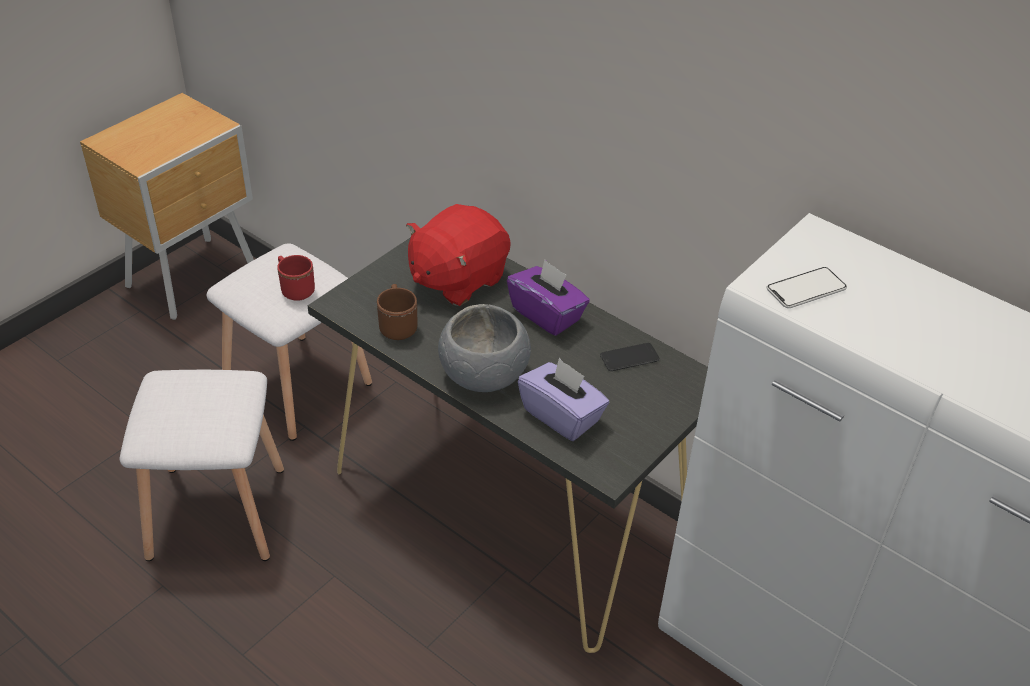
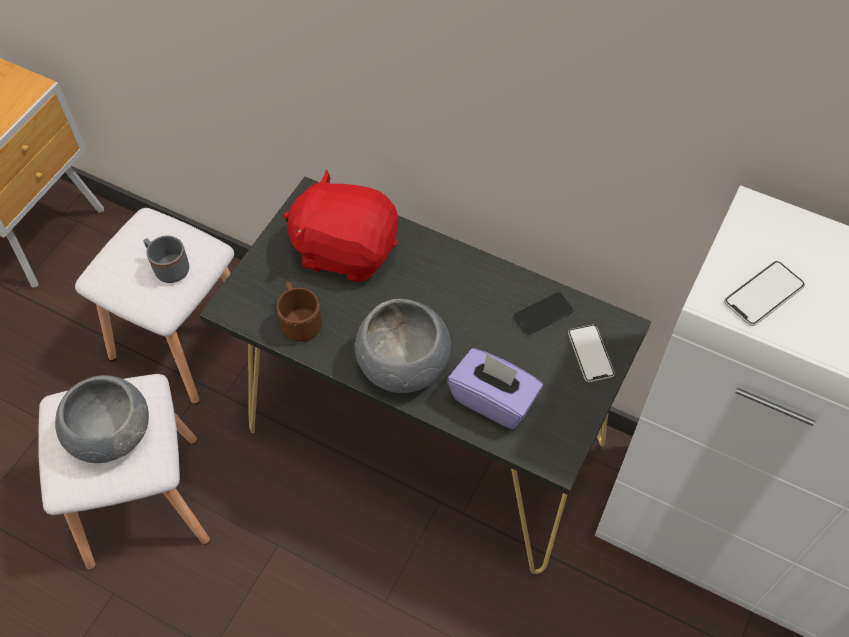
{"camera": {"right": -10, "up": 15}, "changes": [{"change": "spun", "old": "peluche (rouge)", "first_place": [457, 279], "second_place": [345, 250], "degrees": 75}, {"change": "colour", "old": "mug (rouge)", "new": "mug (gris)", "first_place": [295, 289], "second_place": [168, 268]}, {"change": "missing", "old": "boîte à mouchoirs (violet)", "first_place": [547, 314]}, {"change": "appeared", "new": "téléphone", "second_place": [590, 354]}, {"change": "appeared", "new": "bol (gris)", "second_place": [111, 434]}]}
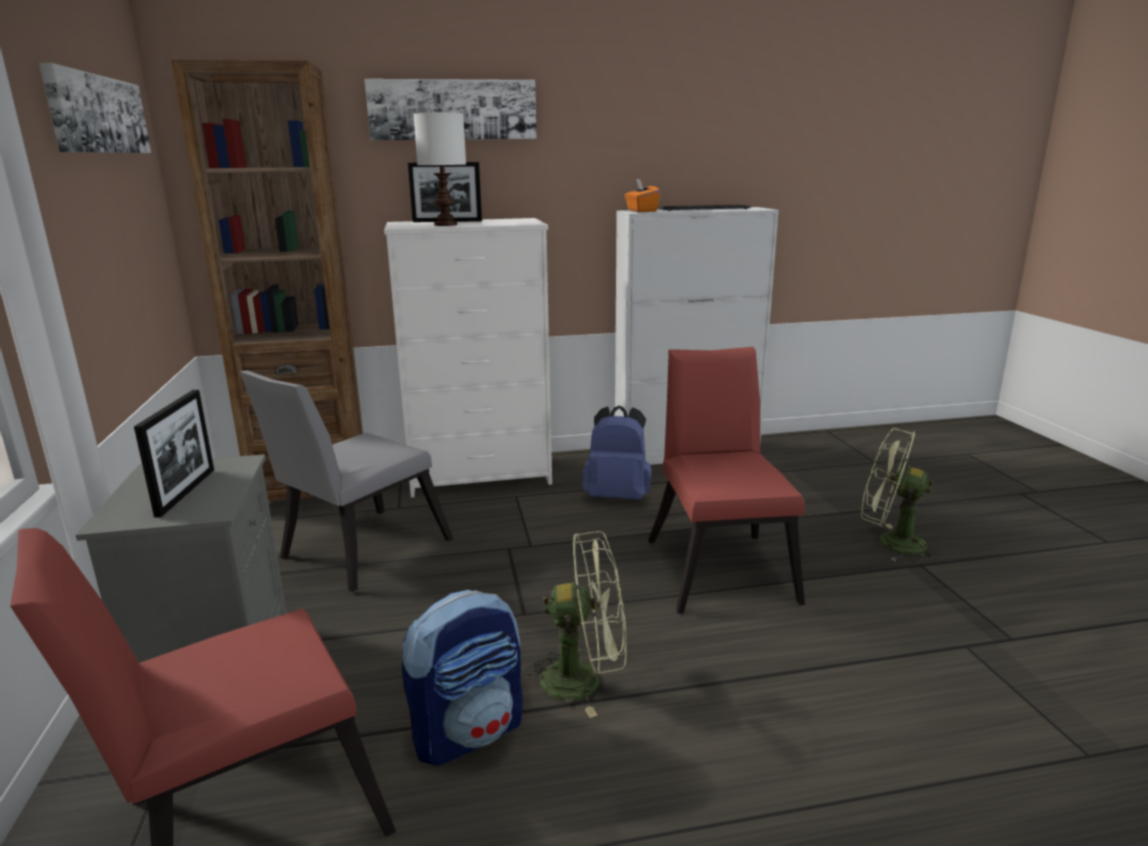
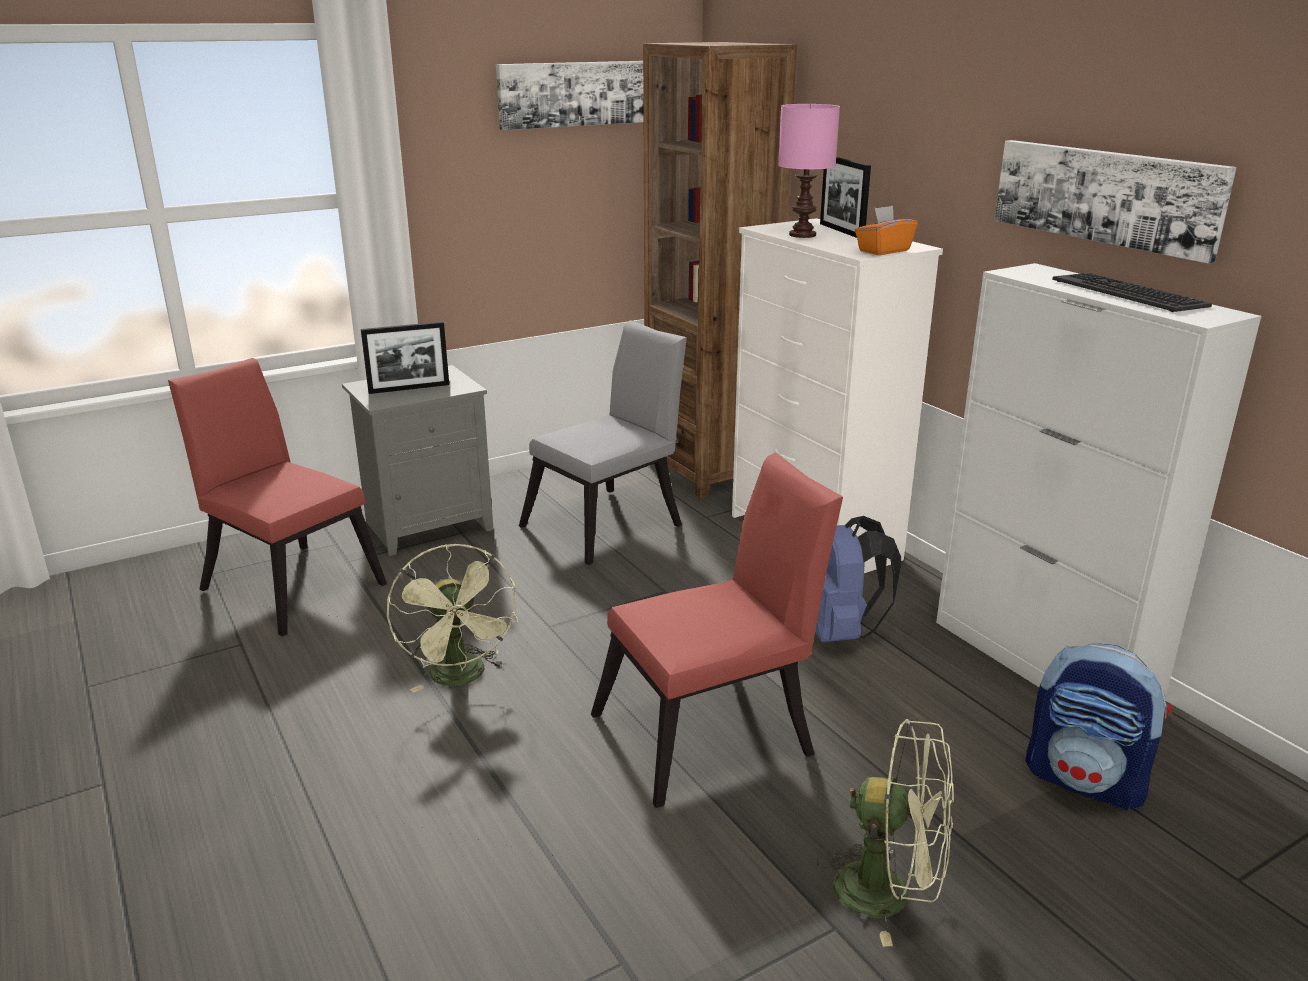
{"camera": {"right": 70, "up": 5}, "changes": [{"change": "relocated", "old": "tableau", "first_place": [452, 110], "second_place": [1106, 196]}, {"change": "colour", "old": "lampe de table (blanc)", "new": "lampe de table (rose)", "first_place": [445, 224], "second_place": [803, 235]}, {"change": "relocated", "old": "boîte à mouchoirs (orange)", "first_place": [641, 211], "second_place": [883, 251]}, {"change": "spun", "old": "chaise (gris)", "first_place": [357, 552], "second_place": [610, 523], "degrees": 120}, {"change": "spun", "old": "ventilateur (vert)", "first_place": [890, 543], "second_place": [889, 893], "degrees": 105}, {"change": "relocated", "old": "sac à dos", "first_place": [469, 732], "second_place": [1086, 781]}]}
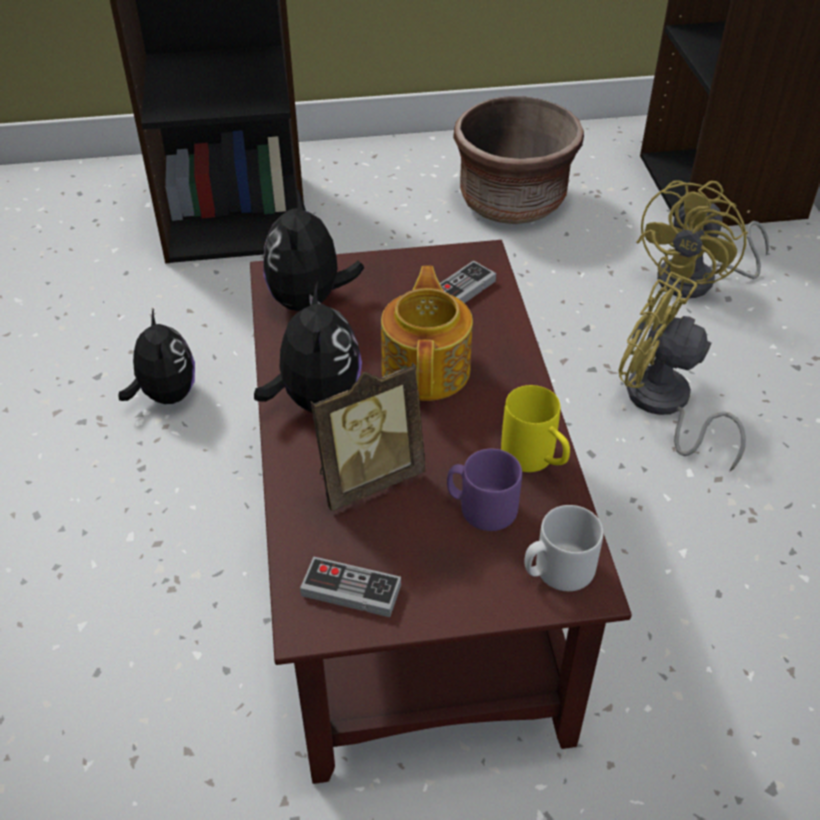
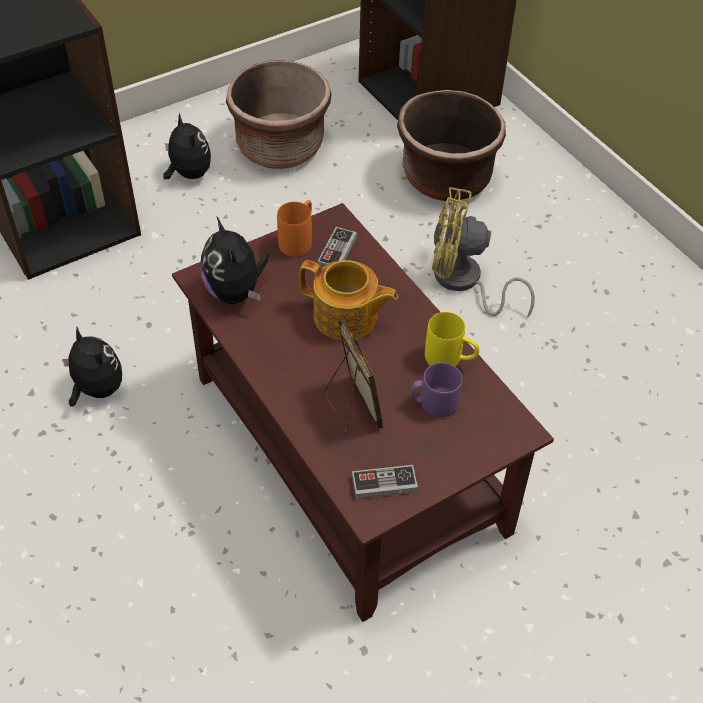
{"camera": {"right": -25, "up": 5}, "changes": [{"change": "exchanged", "old": "ventilateur (jaune)", "new": "cache-pot (marron)", "first_place": [697, 281], "second_place": [445, 177]}, {"change": "spun", "old": "théière", "first_place": [427, 368], "second_place": [346, 317], "degrees": 135}, {"change": "relocated", "old": "peluche", "first_place": [316, 400], "second_place": [188, 174]}, {"change": "spun", "old": "cadre photo", "first_place": [367, 478], "second_place": [351, 408], "degrees": -60}, {"change": "missing", "old": "mug (gris)", "first_place": [557, 570]}, {"change": "appeared", "new": "mug (orange)", "second_place": [299, 240]}]}
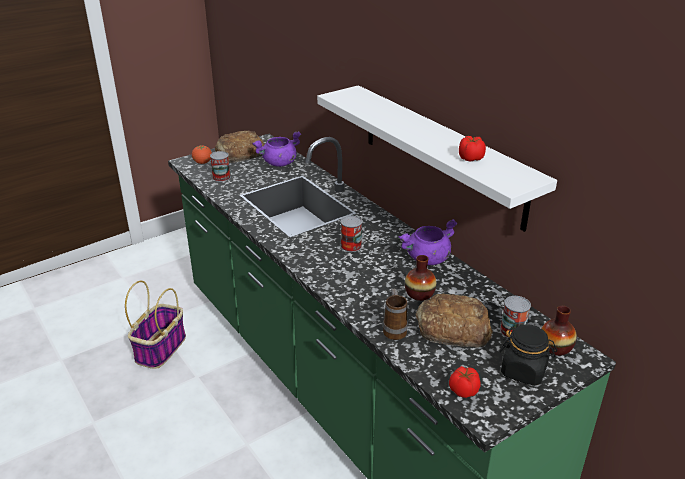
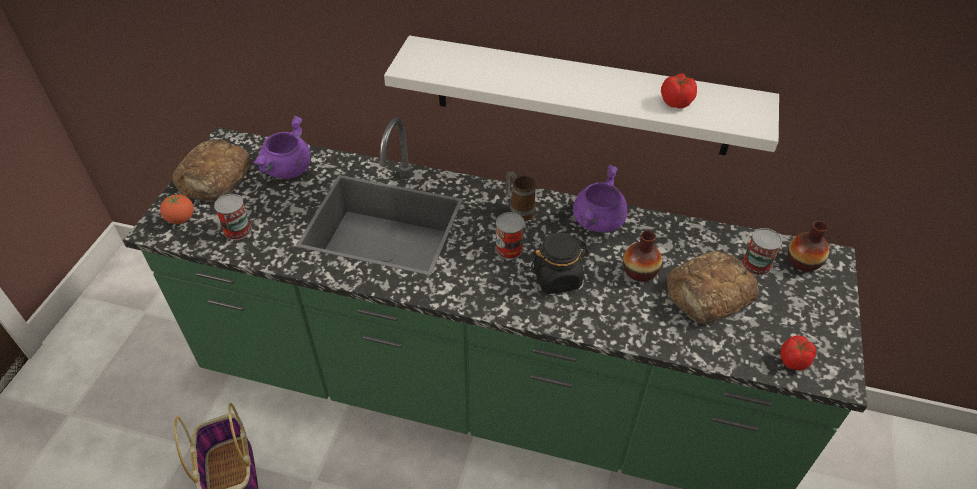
{"camera": {"right": -40, "up": 15}, "changes": [{"change": "relocated", "old": "mug", "first_place": [394, 329], "second_place": [518, 210]}, {"change": "relocated", "old": "bocal (noir)", "first_place": [524, 371], "second_place": [557, 278]}]}
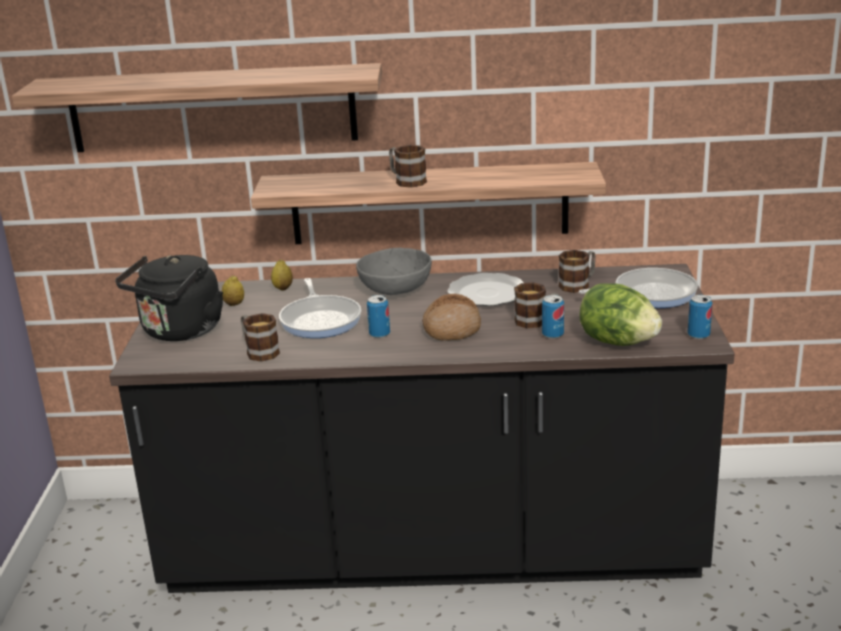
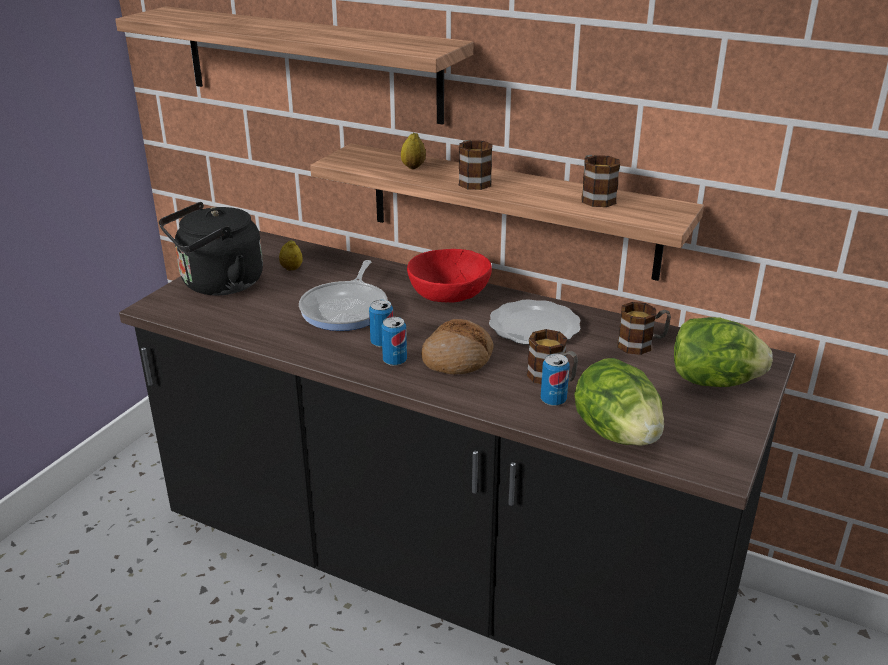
{"camera": {"right": 25, "up": 5}, "changes": [{"change": "colour", "old": "bol (gris)", "new": "bol (rouge)", "first_place": [395, 289], "second_place": [448, 294]}, {"change": "relocated", "old": "citron", "first_place": [283, 288], "second_place": [413, 167]}, {"change": "exchanged", "old": "poêle", "new": "laitue", "first_place": [650, 294], "second_place": [713, 381]}, {"change": "relocated", "old": "boîte métallique", "first_place": [698, 335], "second_place": [394, 361]}, {"change": "relocated", "old": "mug", "first_place": [259, 351], "second_place": [595, 197]}]}
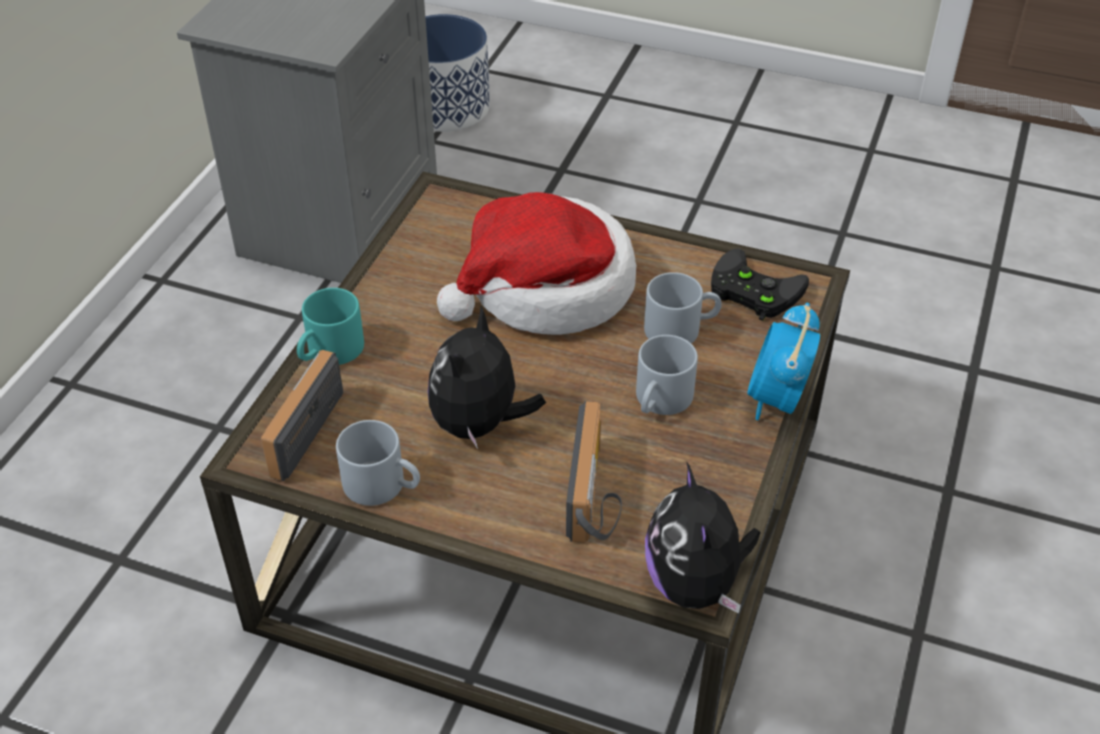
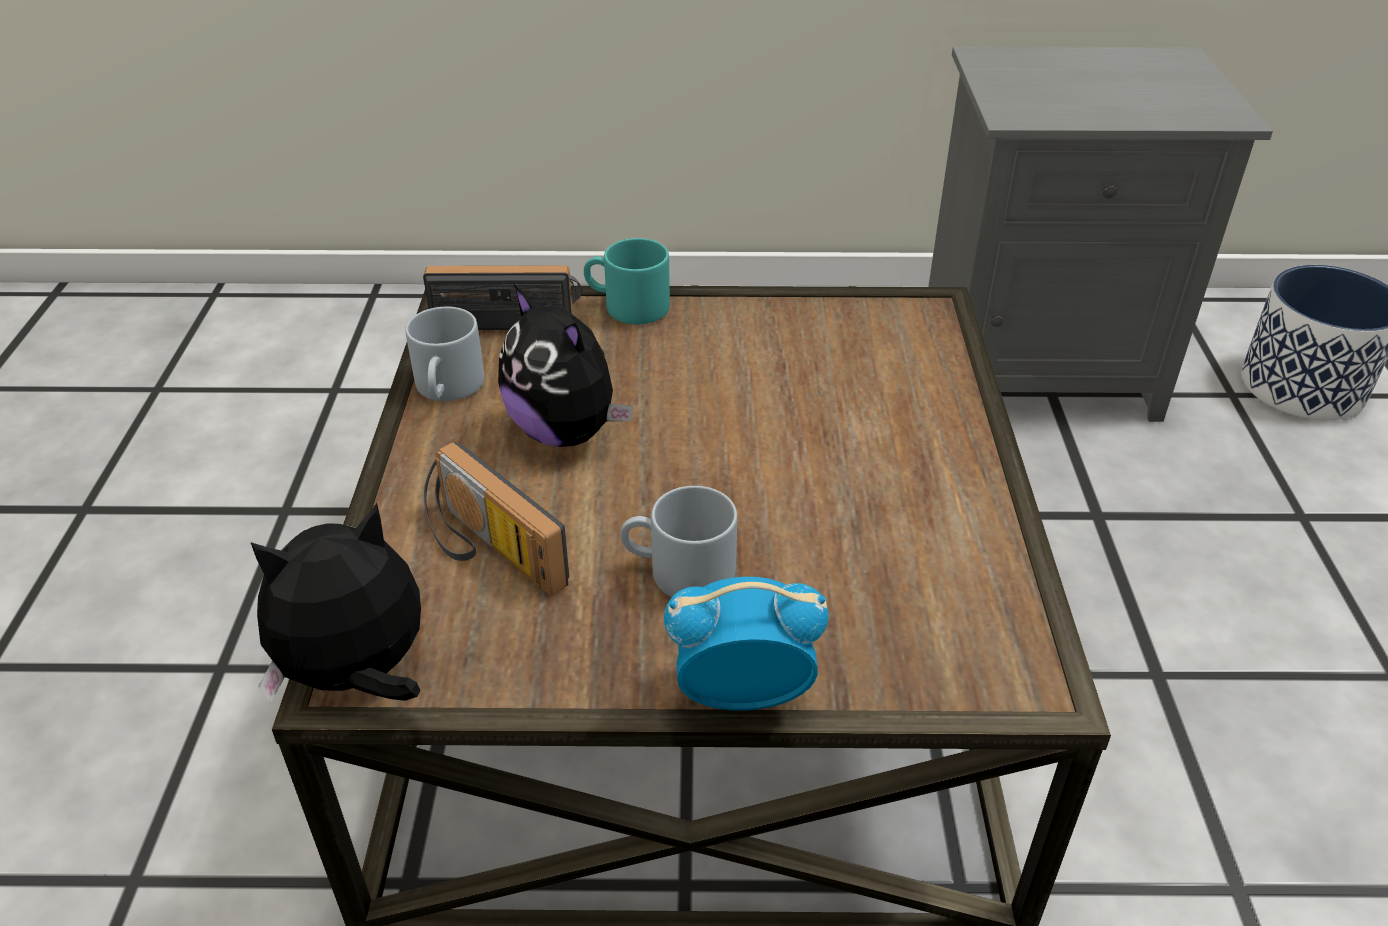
{"camera": {"right": 70, "up": -5}, "changes": [{"change": "missing", "old": "chapeau", "first_place": [546, 289]}, {"change": "missing", "old": "manette (noir)", "first_place": [750, 290]}, {"change": "missing", "old": "mug (gris)", "first_place": [681, 328]}, {"change": "spun", "old": "peluche", "first_place": [480, 425], "second_place": [567, 431], "degrees": -135}, {"change": "spun", "old": "radio", "first_place": [597, 495], "second_place": [487, 550], "degrees": 60}]}
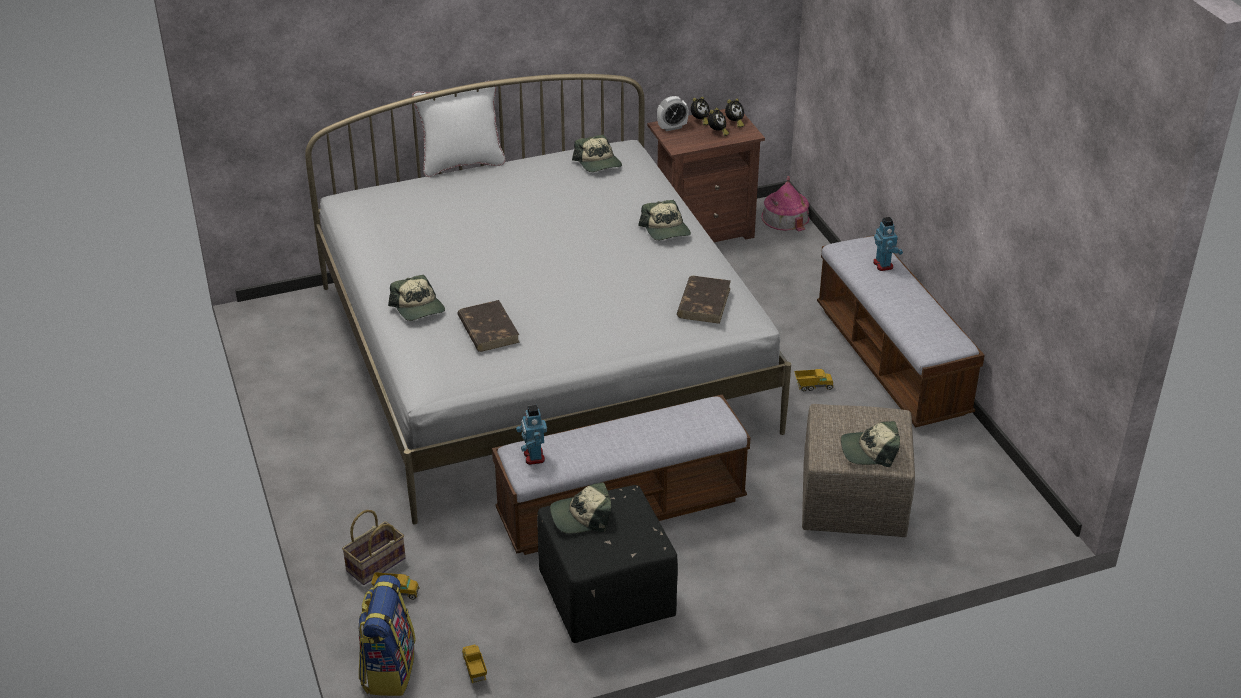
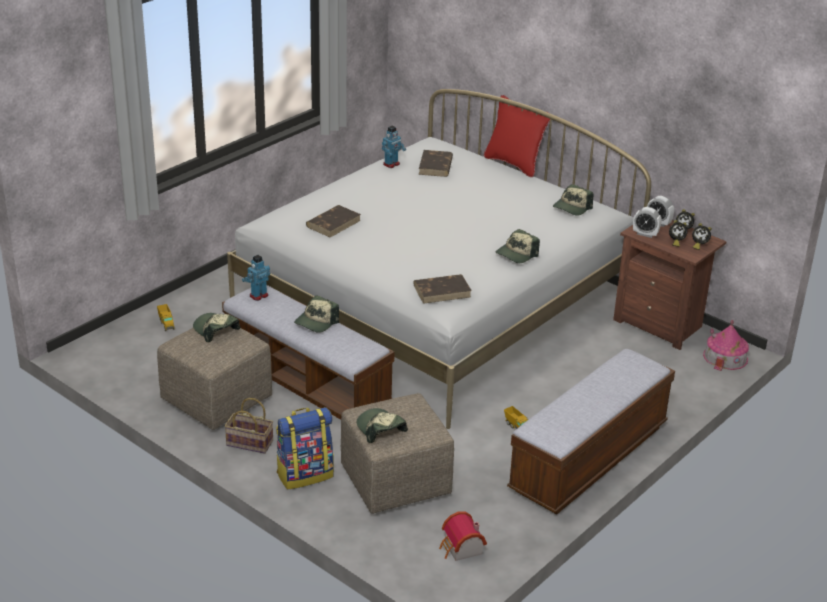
{"camera": {"right": 60, "up": -5}, "changes": [{"change": "colour", "old": "coussin (blanc)", "new": "coussin (rouge)", "first_place": [461, 164], "second_place": [514, 164]}, {"change": "relocated", "old": "robot jouet", "first_place": [883, 265], "second_place": [391, 164]}, {"change": "relocated", "old": "casquette", "first_place": [418, 308], "second_place": [316, 322]}, {"change": "colour", "old": "pouf (noir)", "new": "pouf (beige)", "first_place": [608, 598], "second_place": [216, 401]}, {"change": "relocated", "old": "panier", "first_place": [375, 566], "second_place": [248, 443]}, {"change": "relocated", "old": "sac à dos", "first_place": [388, 669], "second_place": [305, 474]}, {"change": "missing", "old": "camion jouet", "first_place": [474, 670]}, {"change": "appeared", "new": "livre (marron)", "second_place": [435, 166]}, {"change": "appeared", "new": "réveil", "second_place": [645, 234]}, {"change": "appeared", "new": "maison miniature", "second_place": [461, 549]}]}
